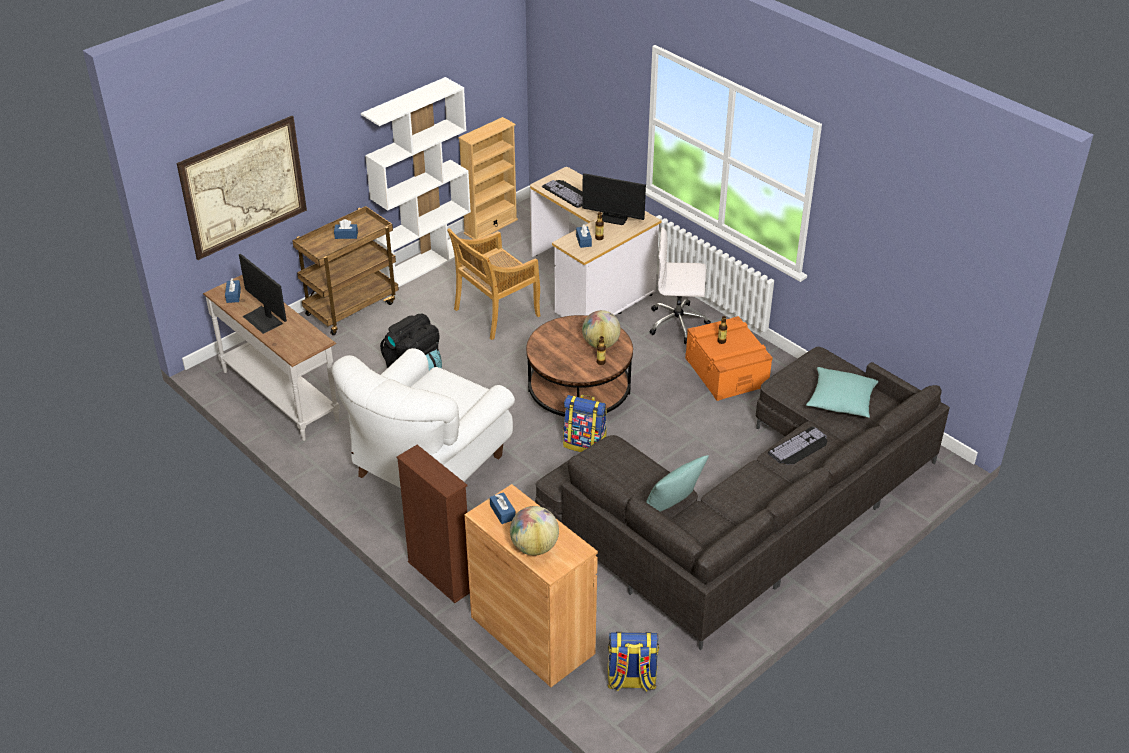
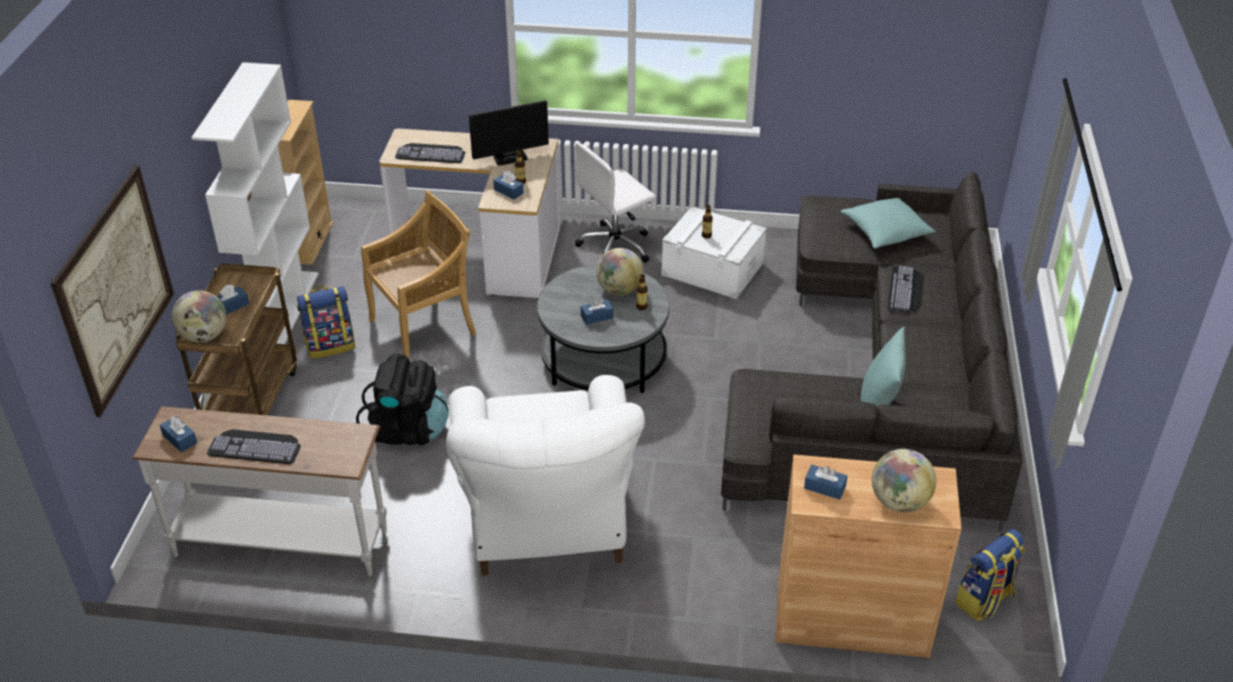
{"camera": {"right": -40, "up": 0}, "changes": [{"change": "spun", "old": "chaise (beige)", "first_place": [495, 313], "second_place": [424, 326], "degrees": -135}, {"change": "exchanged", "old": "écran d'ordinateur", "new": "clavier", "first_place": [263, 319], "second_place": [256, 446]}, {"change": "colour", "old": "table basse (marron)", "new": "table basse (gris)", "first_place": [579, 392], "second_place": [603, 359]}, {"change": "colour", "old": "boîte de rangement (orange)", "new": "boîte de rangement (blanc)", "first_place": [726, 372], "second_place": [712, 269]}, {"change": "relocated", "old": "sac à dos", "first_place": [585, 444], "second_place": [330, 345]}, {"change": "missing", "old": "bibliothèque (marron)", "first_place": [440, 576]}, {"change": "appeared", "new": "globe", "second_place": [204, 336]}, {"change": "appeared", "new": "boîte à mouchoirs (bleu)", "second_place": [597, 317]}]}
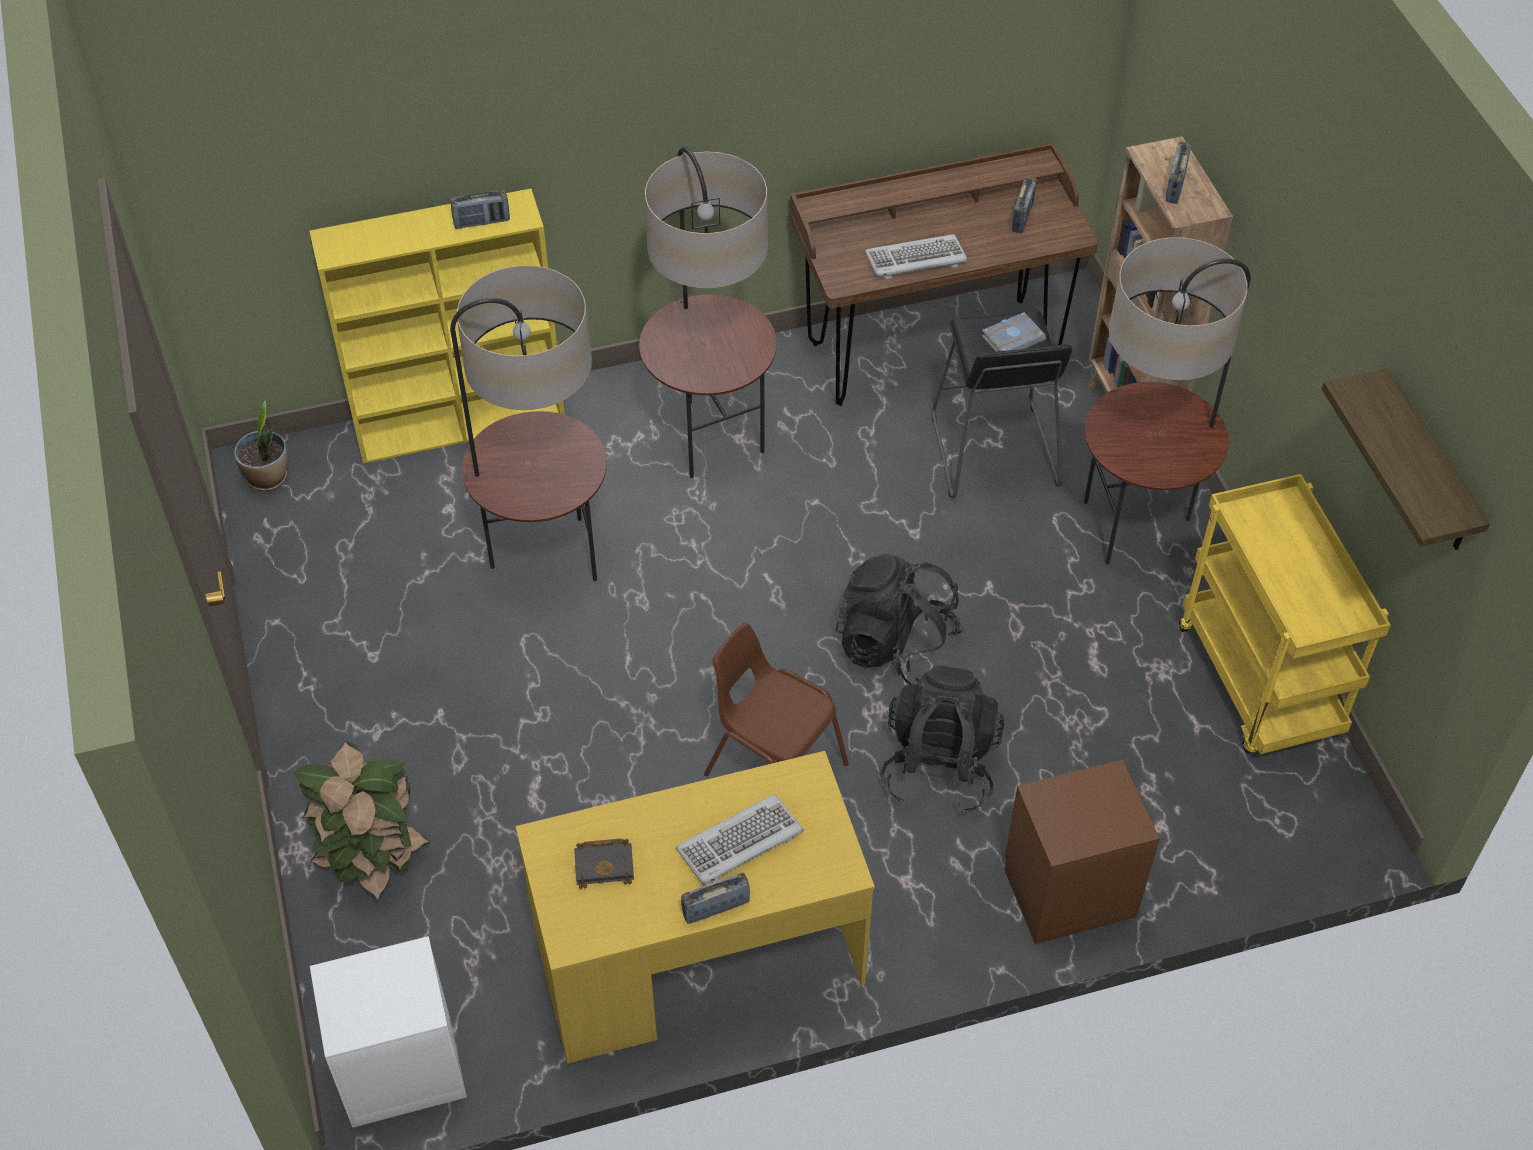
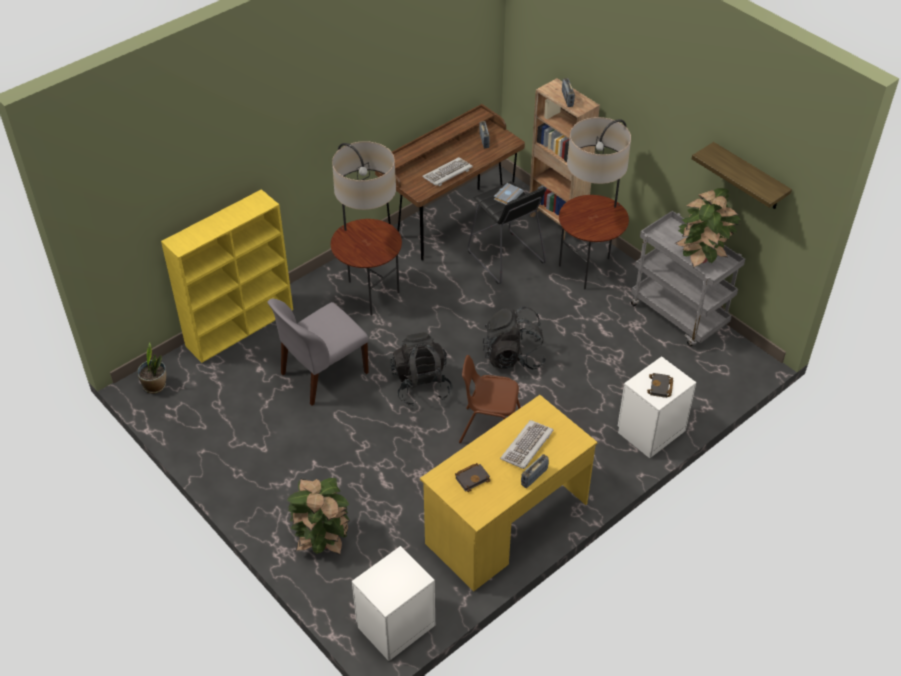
{"camera": {"right": -25, "up": -5}, "changes": [{"change": "missing", "old": "radio", "first_place": [481, 222]}, {"change": "exchanged", "old": "lampadaire", "new": "chaise (gris)", "first_place": [546, 557], "second_place": [322, 374]}, {"change": "colour", "old": "chariot (jaune)", "new": "chariot (gris)", "first_place": [1261, 683], "second_place": [679, 316]}, {"change": "relocated", "old": "sac à dos (noir)", "first_place": [939, 766], "second_place": [421, 385]}, {"change": "colour", "old": "table de chevet (marron)", "new": "table de chevet (blanc)", "first_place": [1066, 890], "second_place": [649, 431]}, {"change": "appeared", "new": "plante en pot", "second_place": [701, 258]}, {"change": "appeared", "new": "livre (noir)", "second_place": [660, 388]}]}
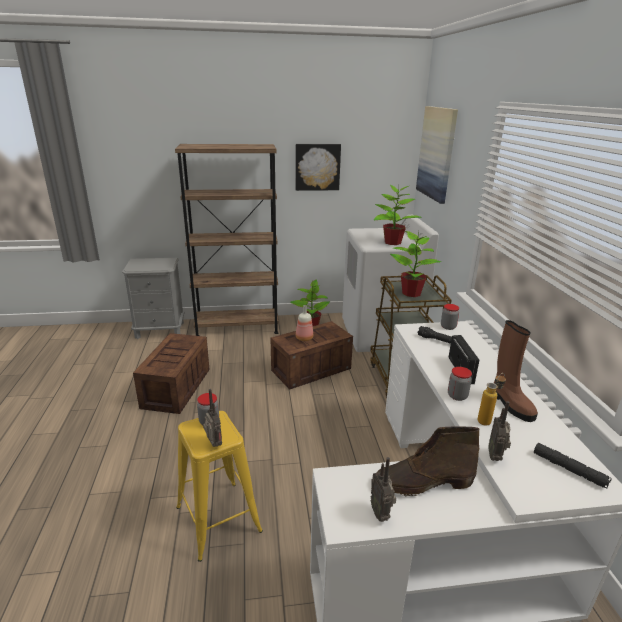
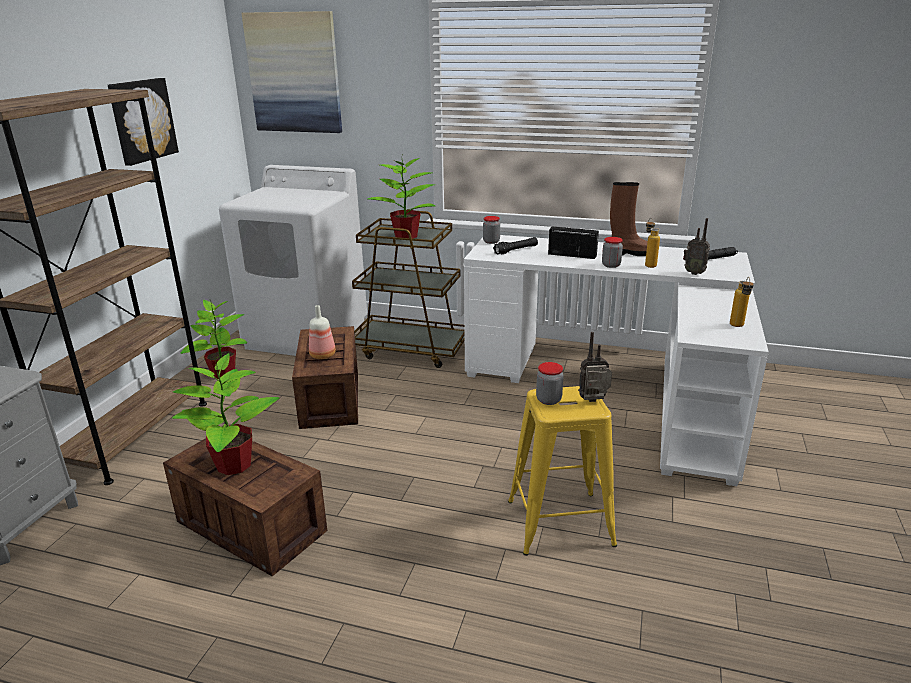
{"camera": {"right": -65, "up": 0}, "changes": [{"change": "relocated", "old": "plante en pot", "first_place": [392, 242], "second_place": [233, 465]}, {"change": "missing", "old": "botte (marron)", "first_place": [423, 482]}, {"change": "exchanged", "old": "radio", "new": "bouteille", "first_place": [381, 513], "second_place": [737, 327]}]}
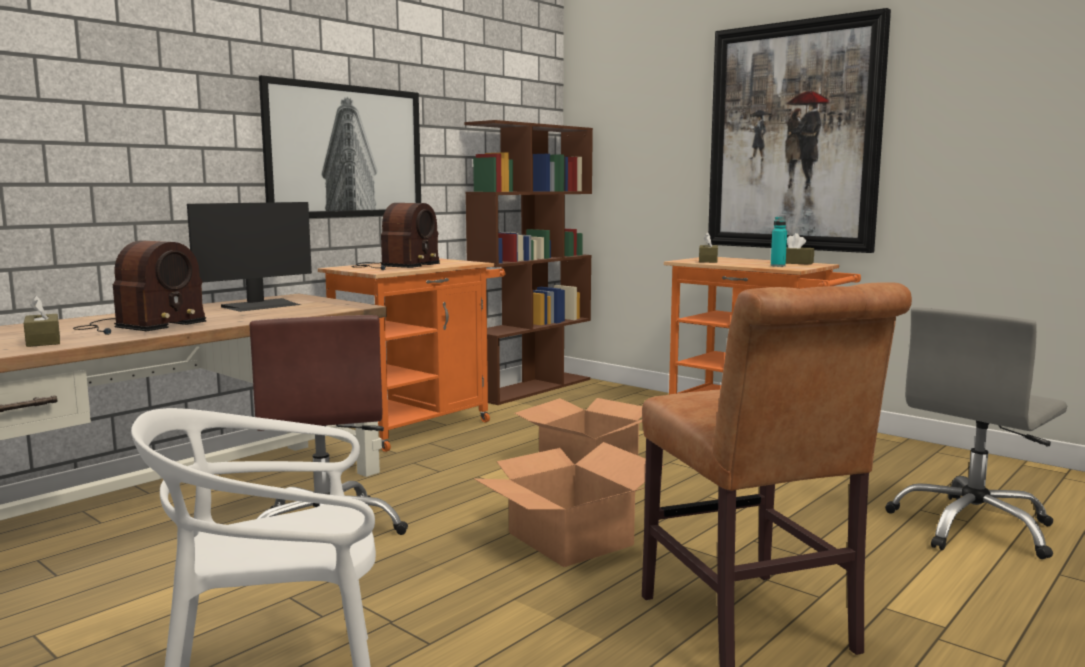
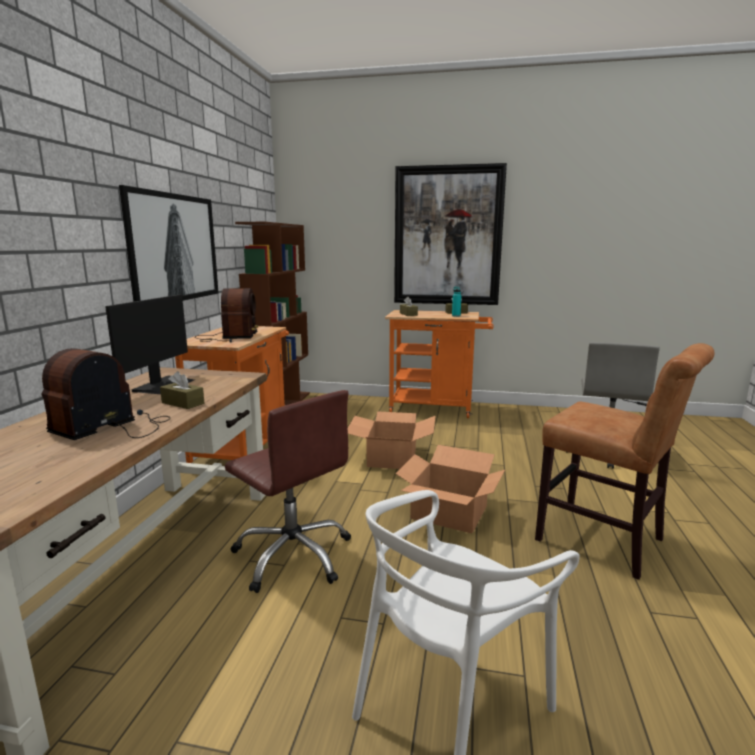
{"camera": {"right": -30, "up": 5}, "changes": [{"change": "spun", "old": "radio", "first_place": [139, 327], "second_place": [113, 427], "degrees": -150}, {"change": "relocated", "old": "boîte à mouchoirs (marron)", "first_place": [43, 341], "second_place": [183, 403]}]}
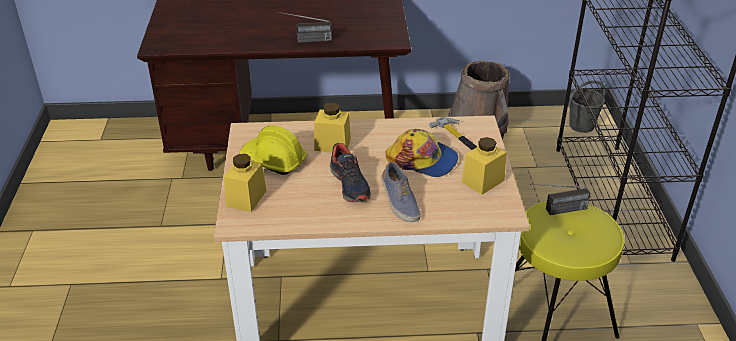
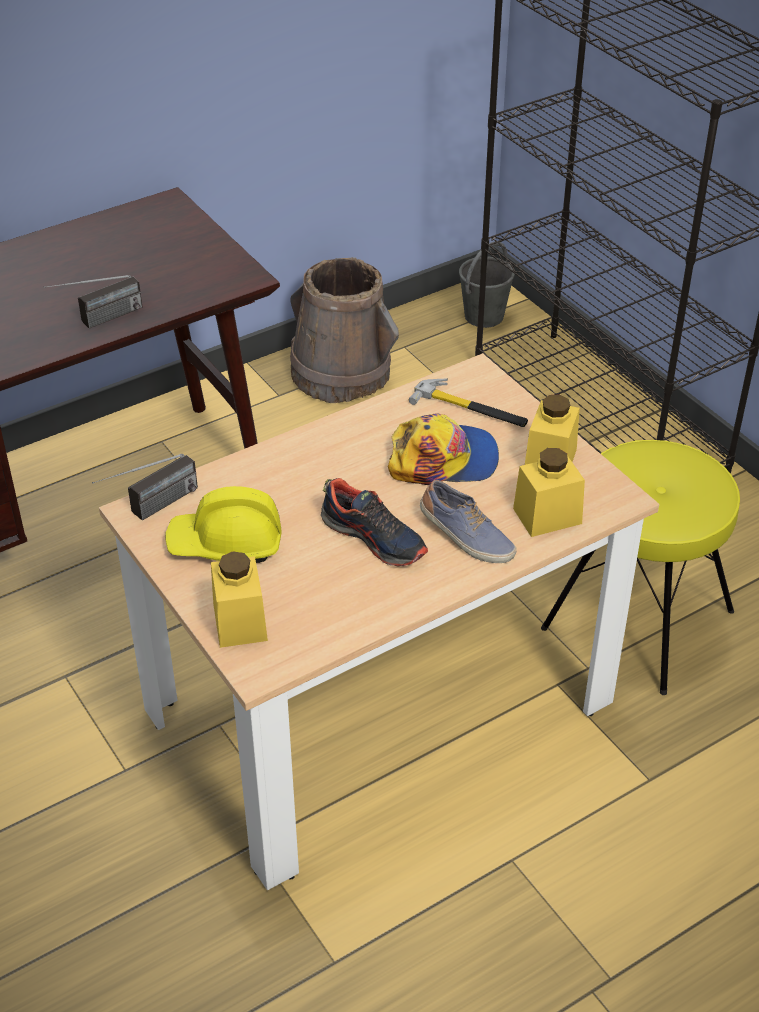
{"camera": {"right": -30, "up": 5}, "changes": [{"change": "relocated", "old": "bocal (jaune)", "first_place": [332, 145], "second_place": [547, 516]}, {"change": "relocated", "old": "radio", "first_place": [556, 211], "second_place": [151, 510]}]}
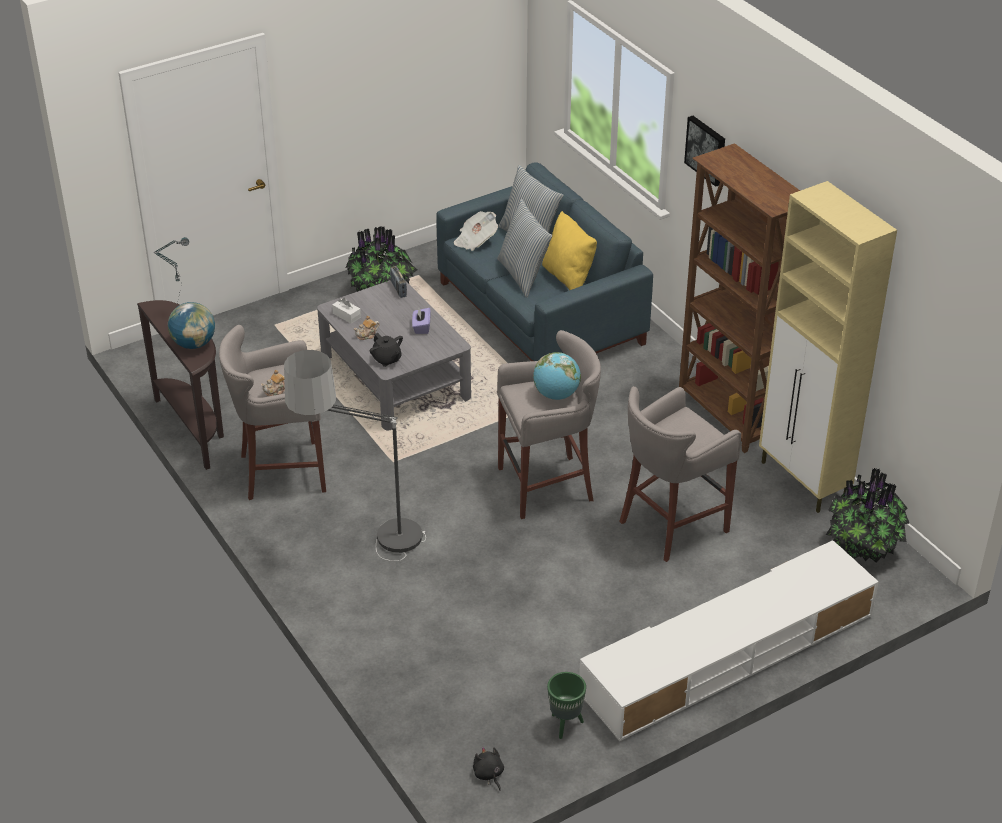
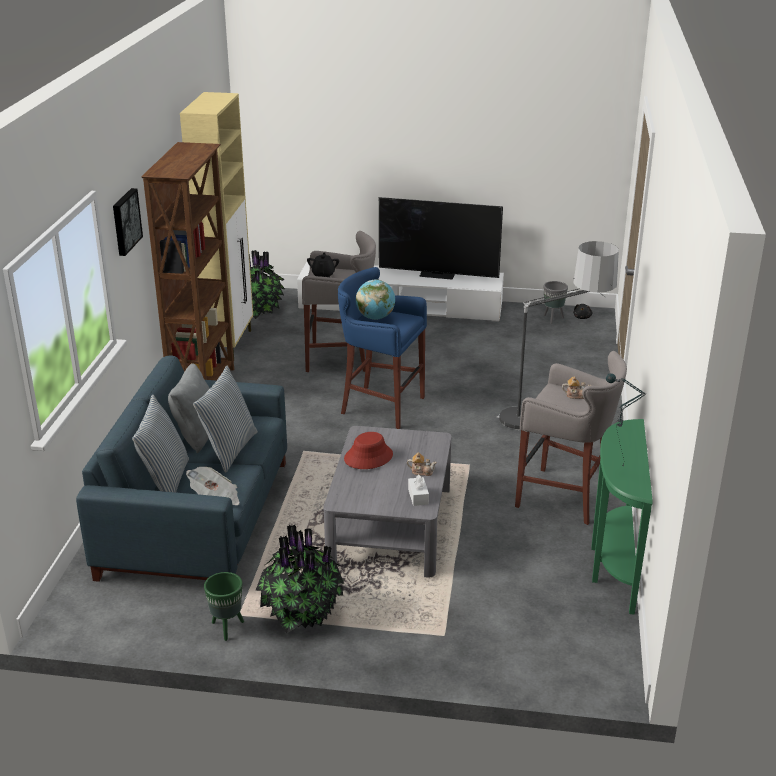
{"camera": {"right": -140, "up": -10}, "changes": [{"change": "colour", "old": "coussin (jaune)", "new": "coussin (gris)", "first_place": [568, 277], "second_place": [197, 434]}, {"change": "missing", "old": "radio", "first_place": [398, 289]}, {"change": "colour", "old": "table console (marron)", "new": "table console (vert)", "first_place": [195, 428], "second_place": [612, 567]}, {"change": "missing", "old": "globe", "first_place": [194, 344]}, {"change": "exchanged", "old": "boîte à mouchoirs (violet)", "new": "chapeau (rouge)", "first_place": [421, 327], "second_place": [368, 457]}, {"change": "colour", "old": "tabouret (gris)", "new": "tabouret (bleu)", "first_place": [548, 485], "second_place": [380, 406]}, {"change": "relocated", "old": "théière (noir)", "first_place": [387, 359], "second_place": [323, 275]}, {"change": "relocated", "old": "cache-pot (vert)", "first_place": [565, 724], "second_place": [227, 628]}, {"change": "appeared", "new": "téléviseur", "second_place": [438, 274]}, {"change": "appeared", "new": "cache-pot (gris)", "second_place": [553, 319]}]}
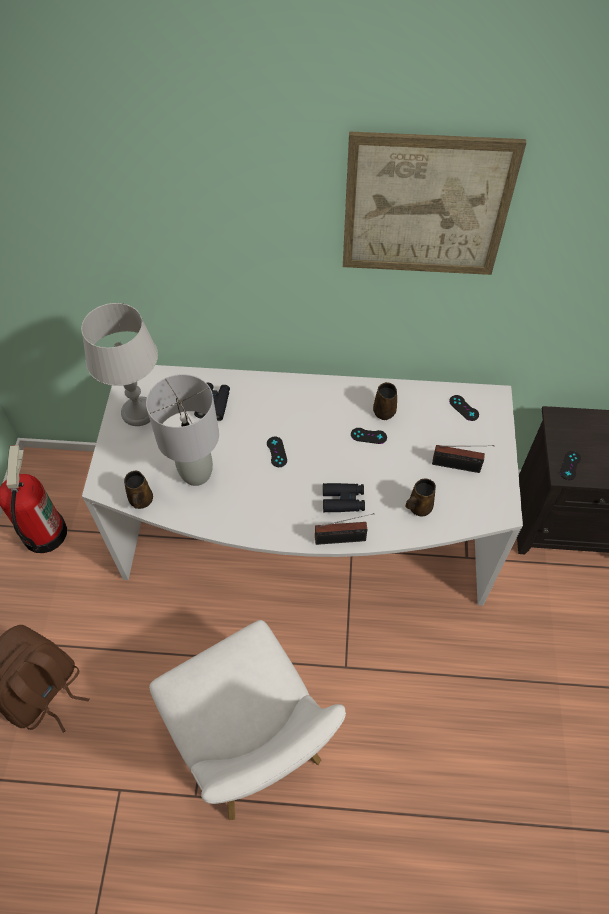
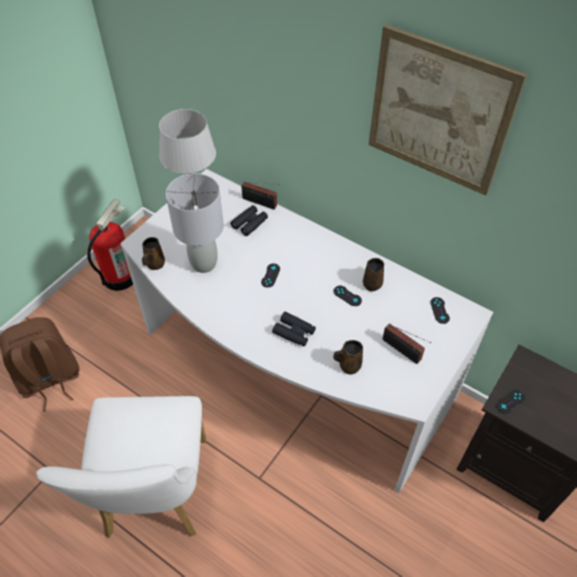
{"camera": {"right": 30, "up": -5}, "changes": [{"change": "relocated", "old": "radio", "first_place": [343, 539], "second_place": [261, 203]}]}
